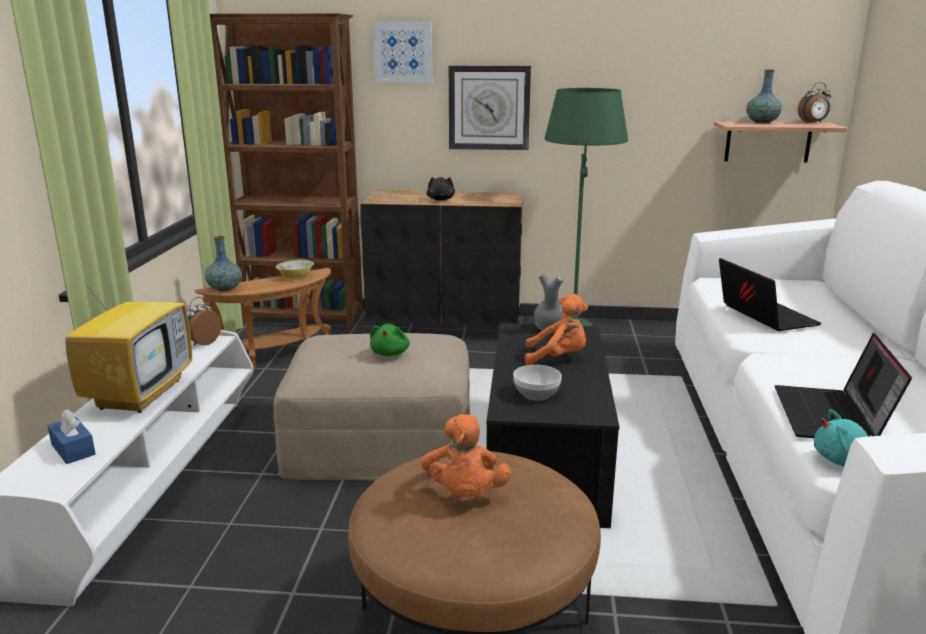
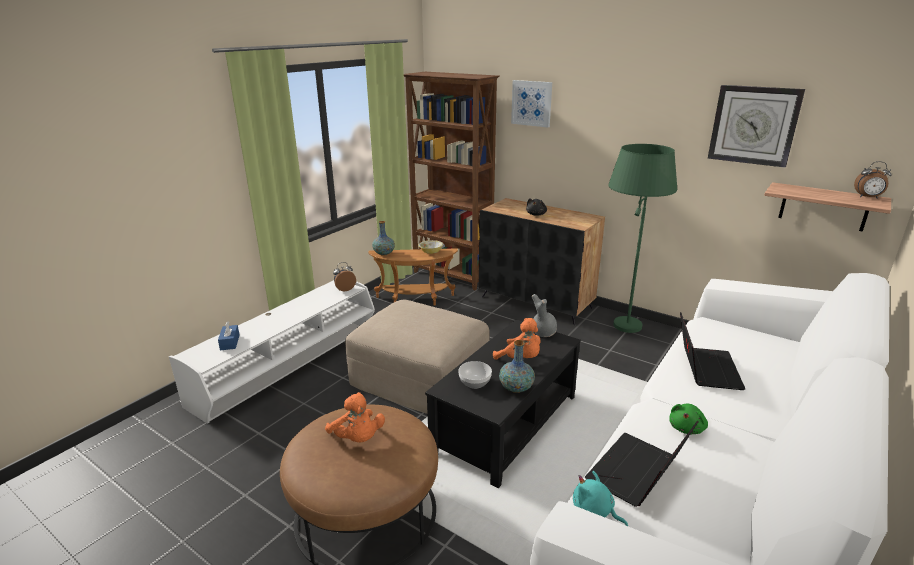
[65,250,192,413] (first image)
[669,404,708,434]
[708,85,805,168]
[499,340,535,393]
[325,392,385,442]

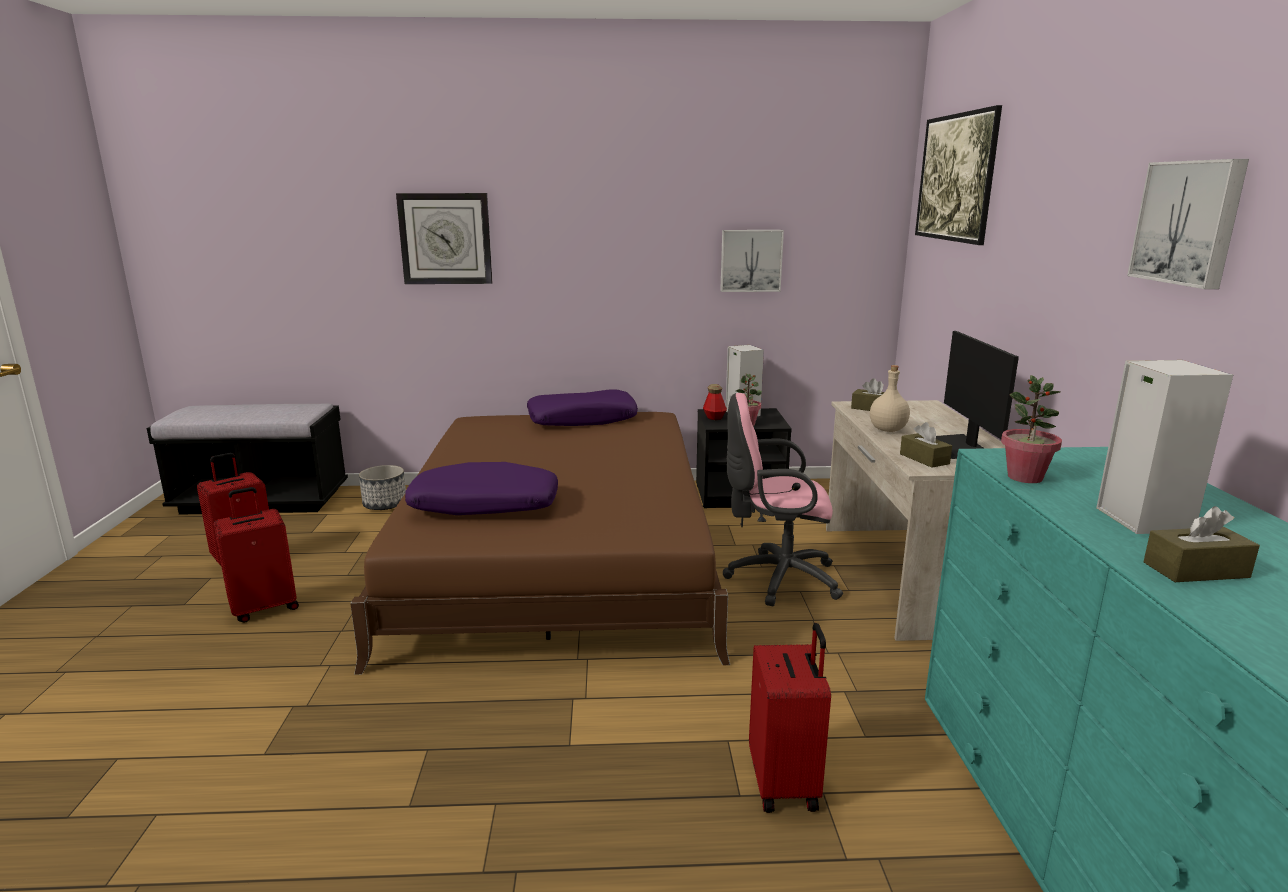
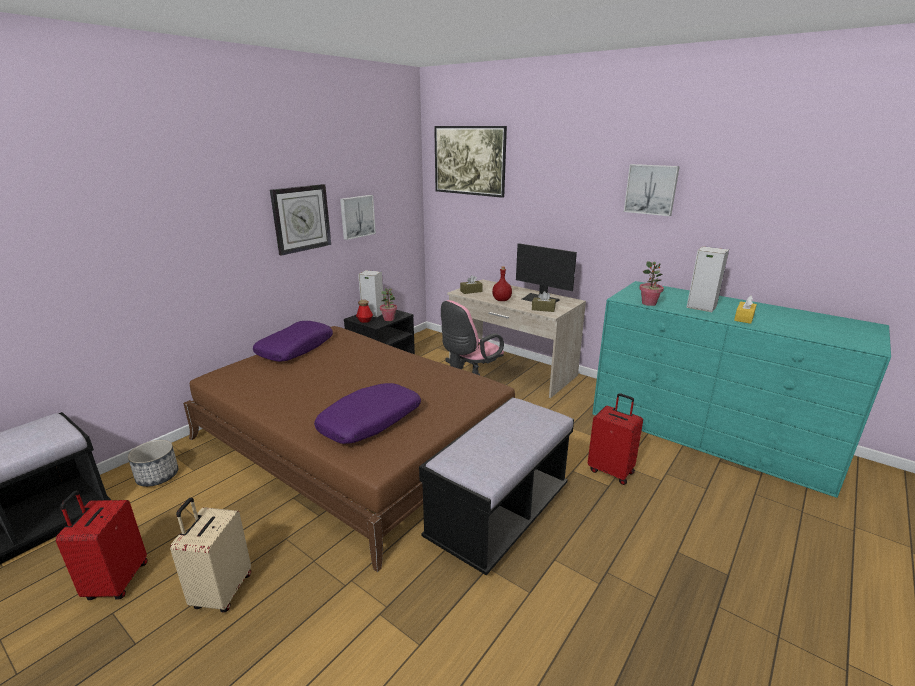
[419,397,574,576]
[270,184,331,256]
[170,498,251,613]
[492,266,512,301]
[734,296,757,324]

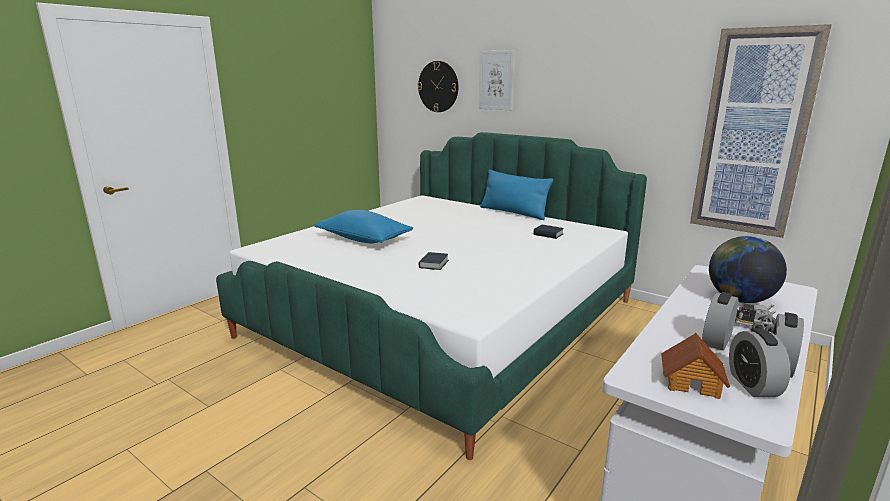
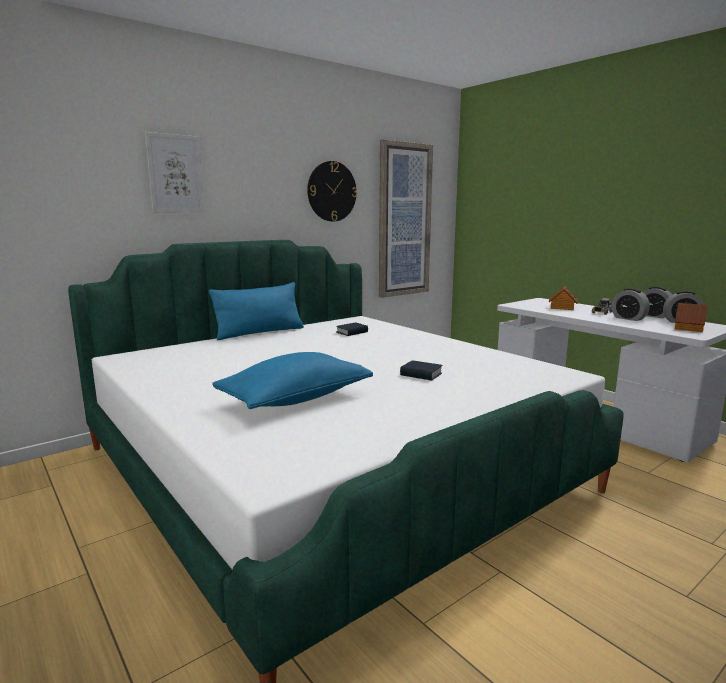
[307,161,357,222]
[549,286,578,310]

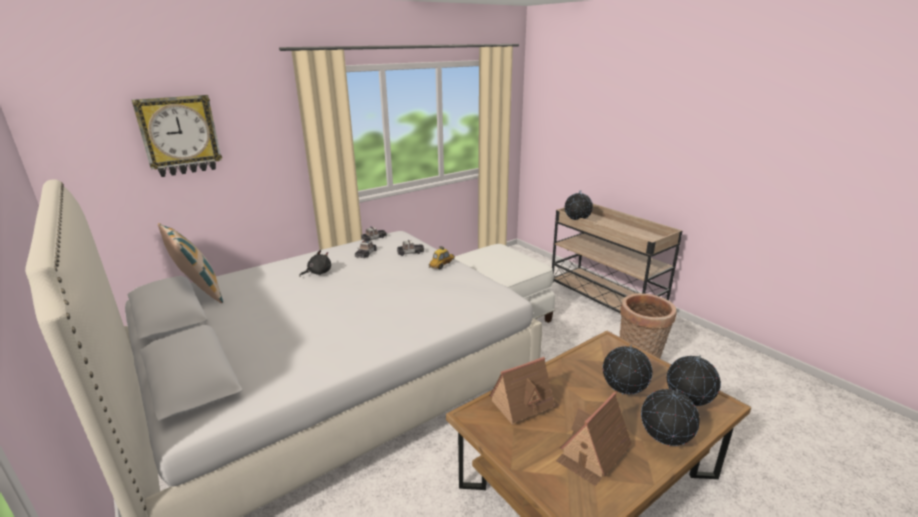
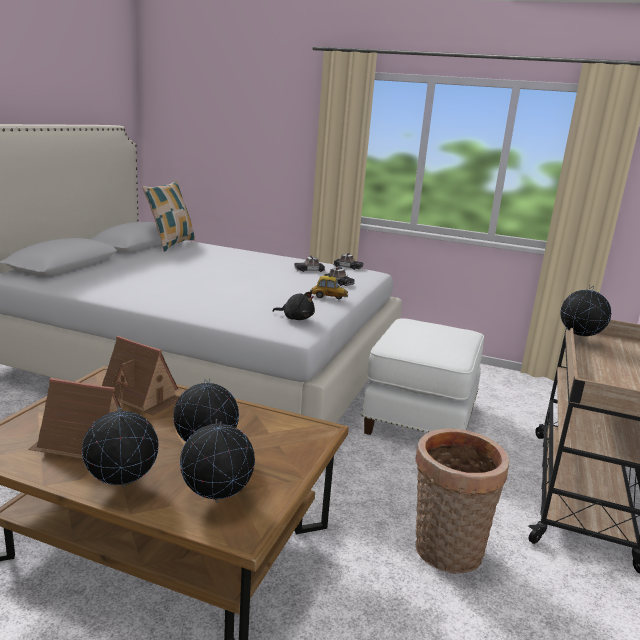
[132,95,222,177] (first image)
[272,291,315,320]

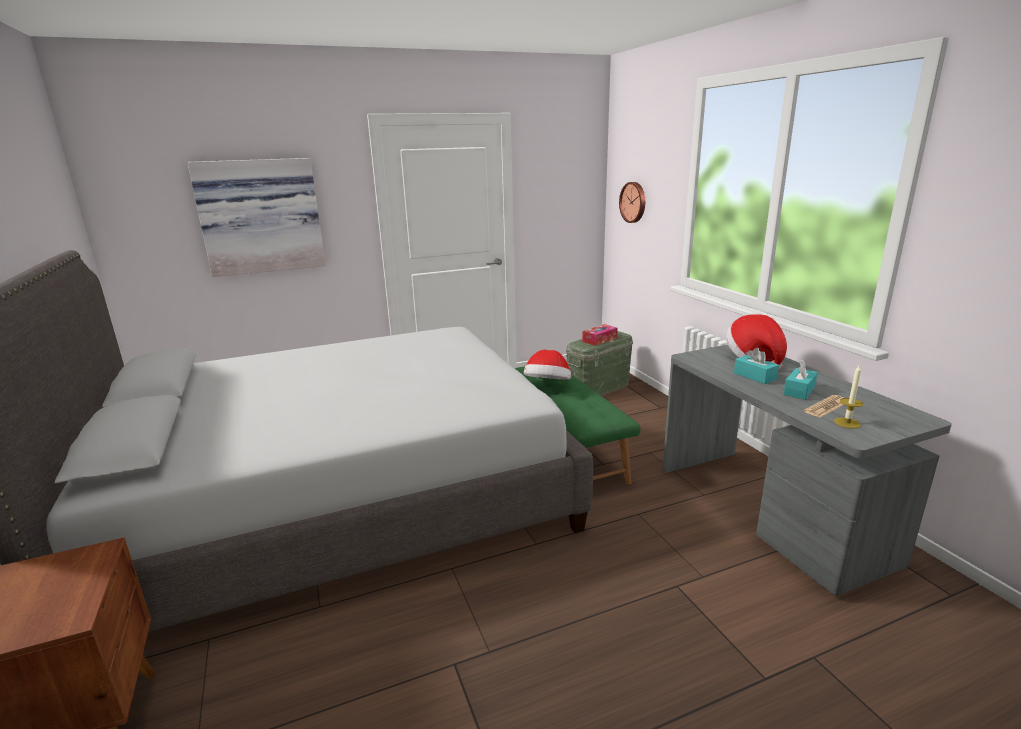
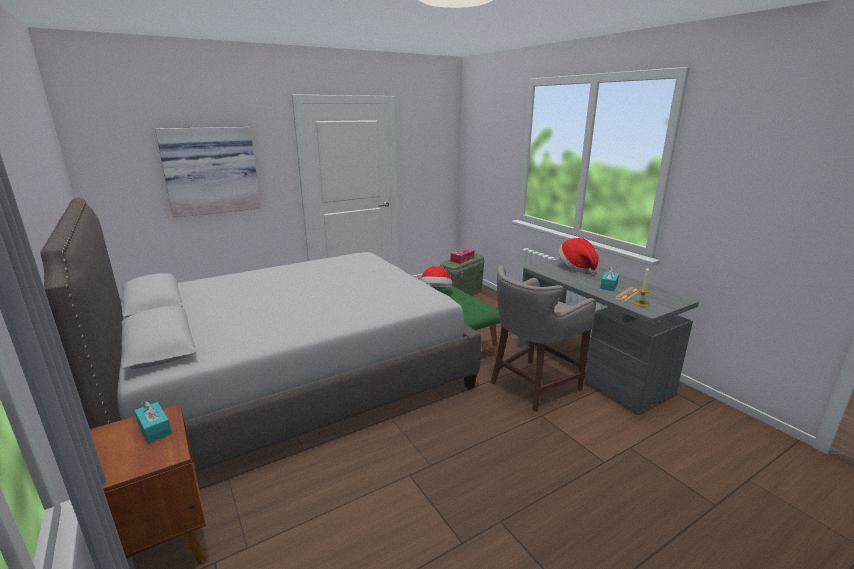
[619,182,645,223] (first image)
[490,265,596,412]
[135,401,172,443]

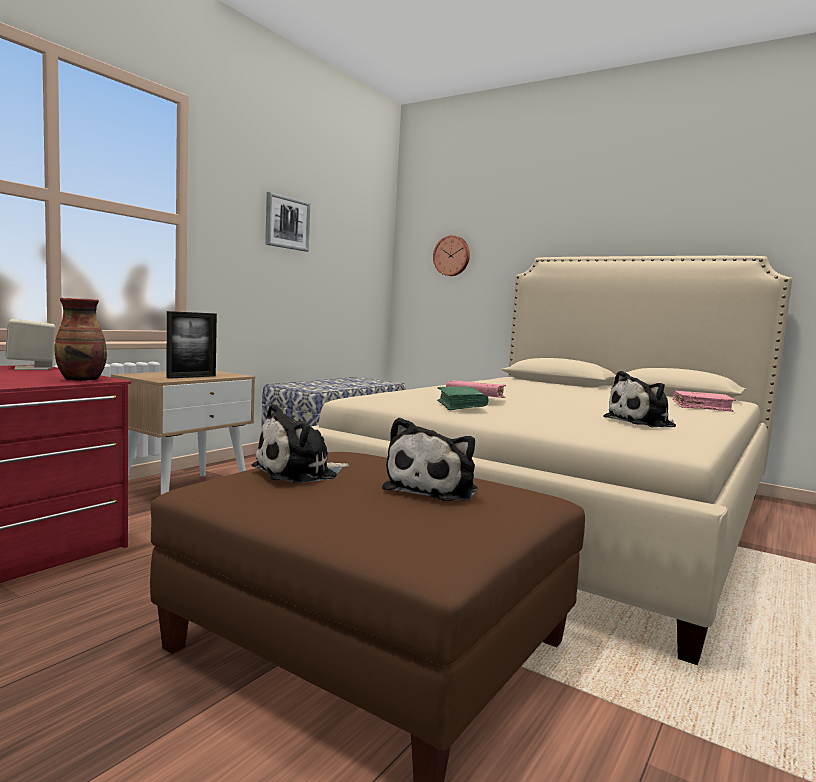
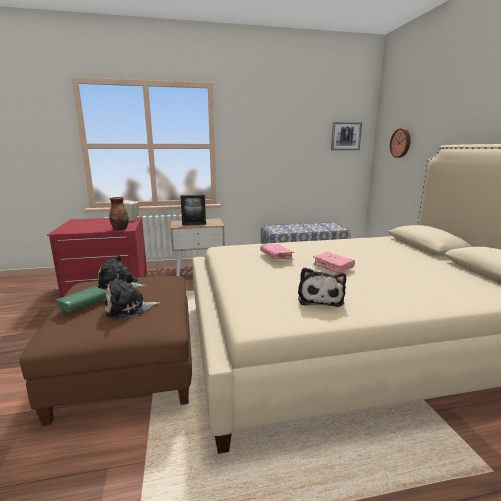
[331,122,362,150]
[55,286,106,312]
[313,252,355,274]
[298,267,346,307]

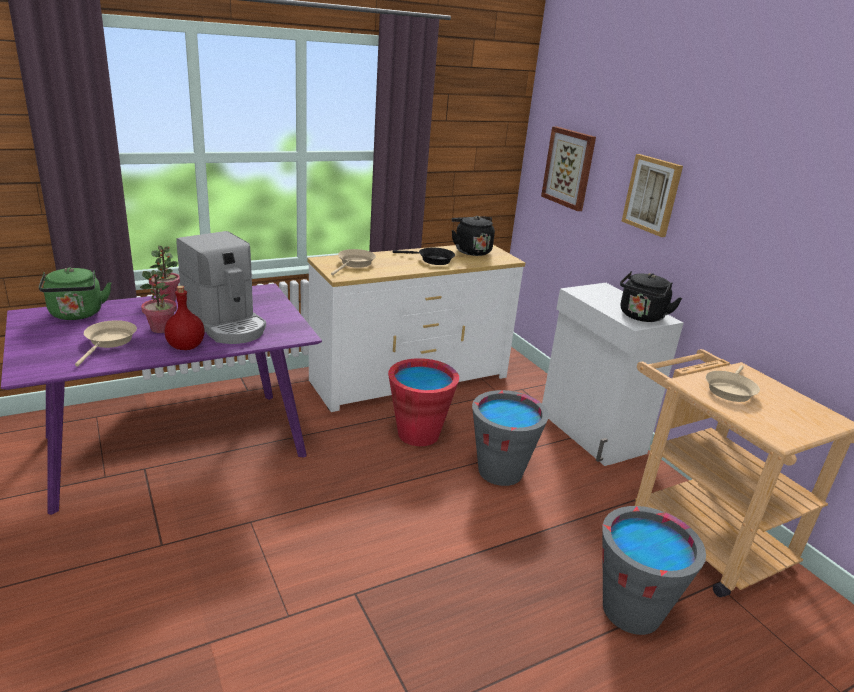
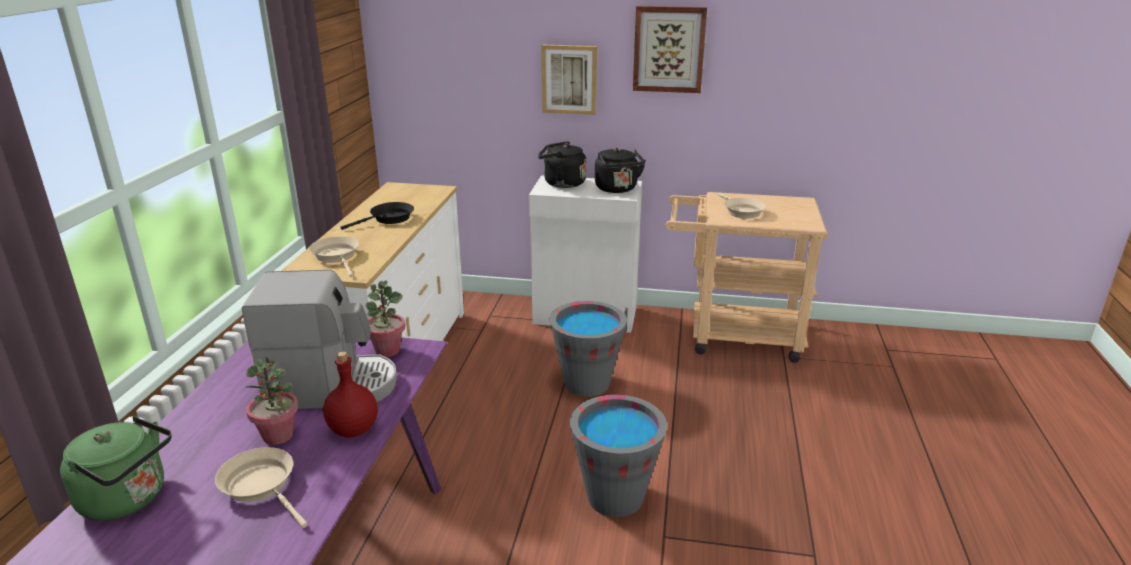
[388,358,459,446] (first image)
[366,281,405,357]
[538,141,586,188]
[633,6,707,93]
[570,395,667,517]

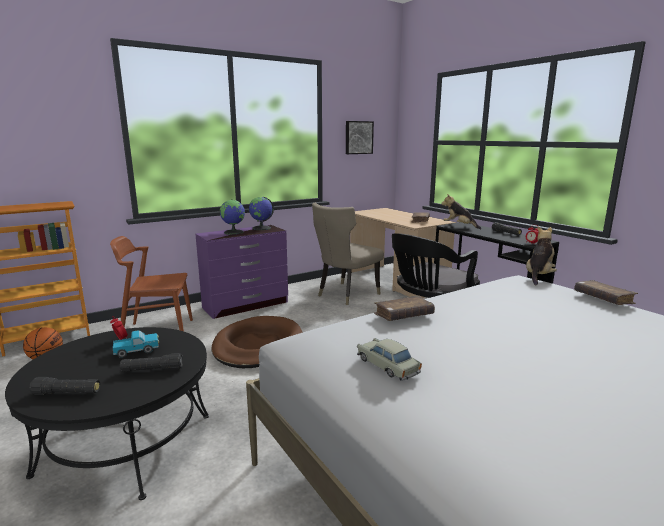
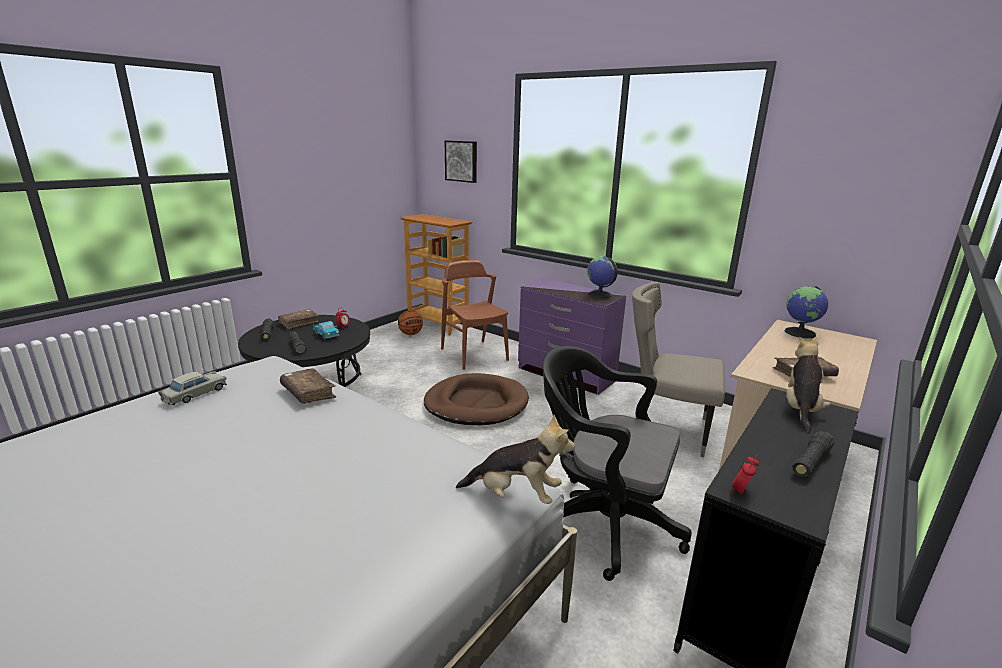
[785,286,828,338]
[445,140,477,183]
[278,309,319,329]

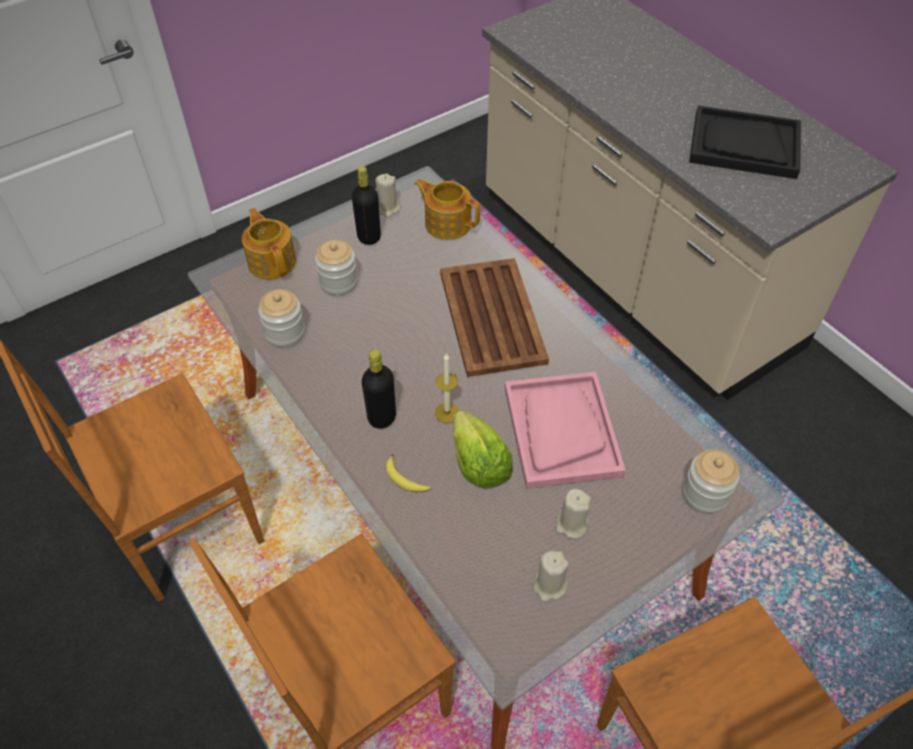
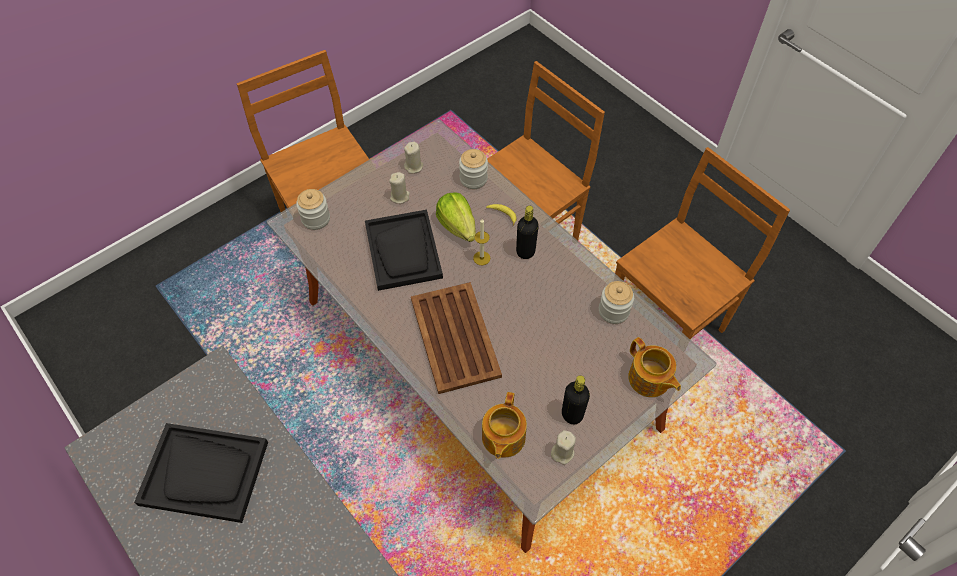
[459,149,488,189]
[365,210,443,291]
[482,392,527,459]

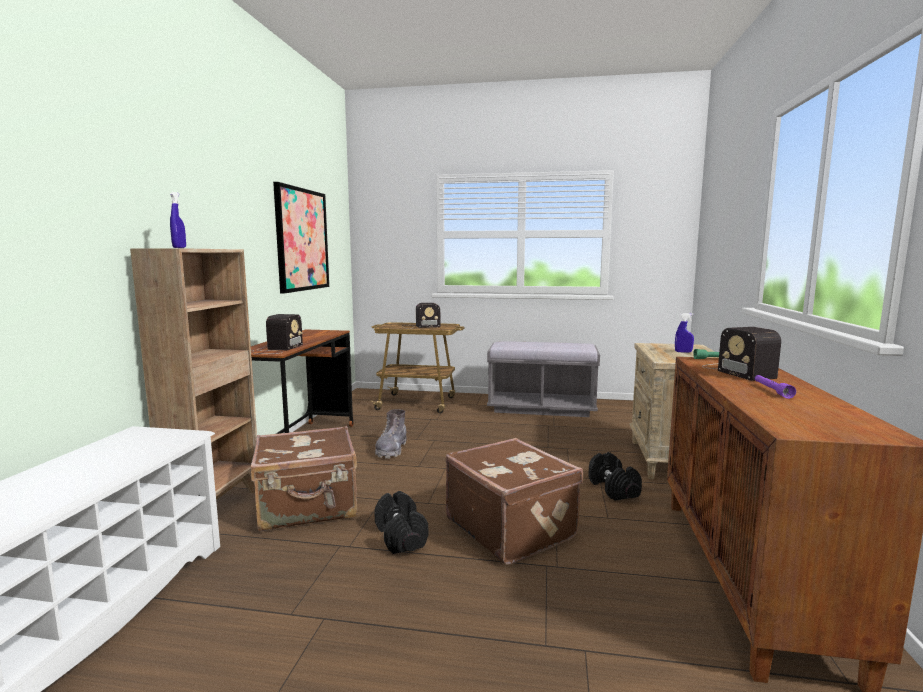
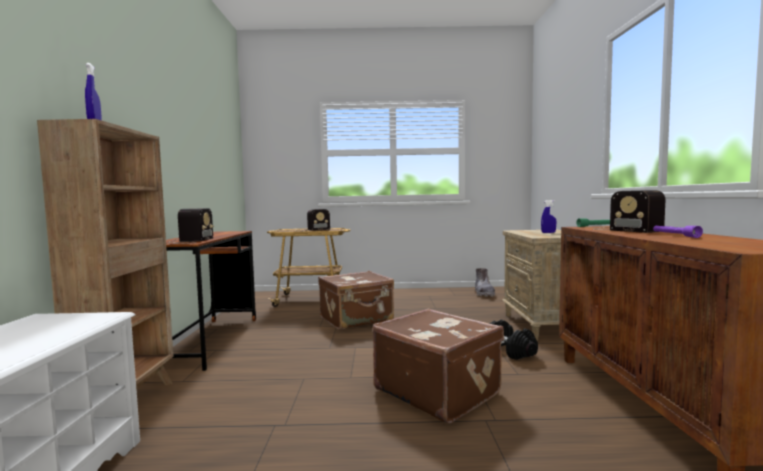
[273,182,329,293] (first image)
[374,491,428,554] (first image)
[487,341,600,417] (first image)
[318,271,394,330]
[475,268,495,297]

